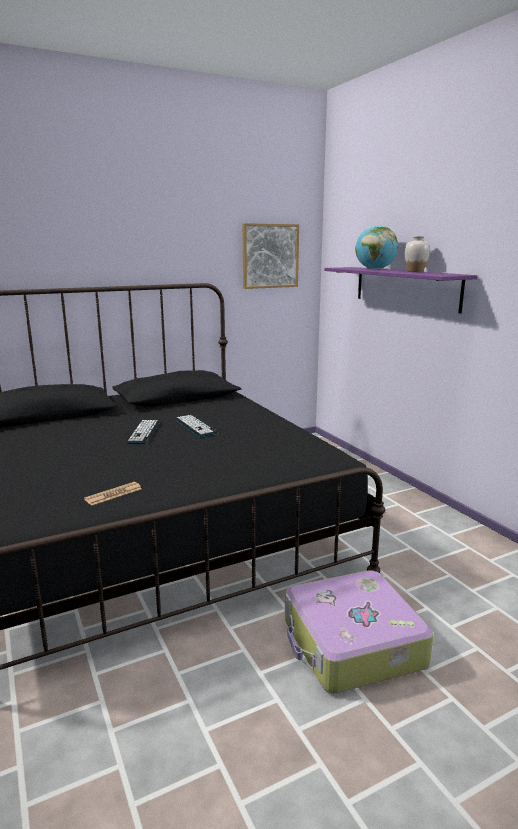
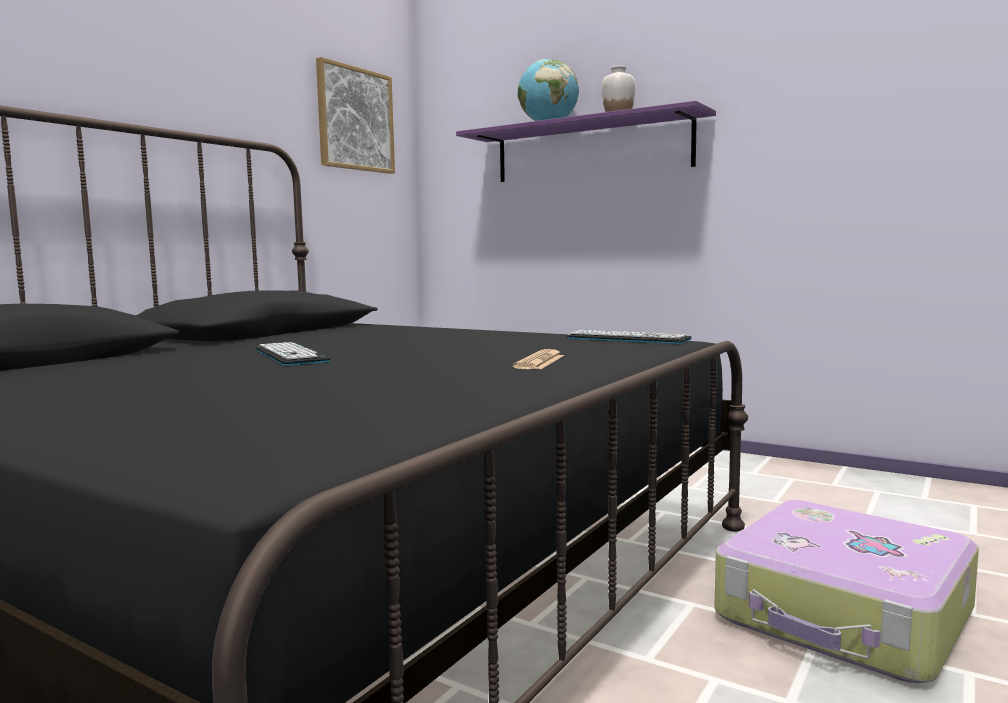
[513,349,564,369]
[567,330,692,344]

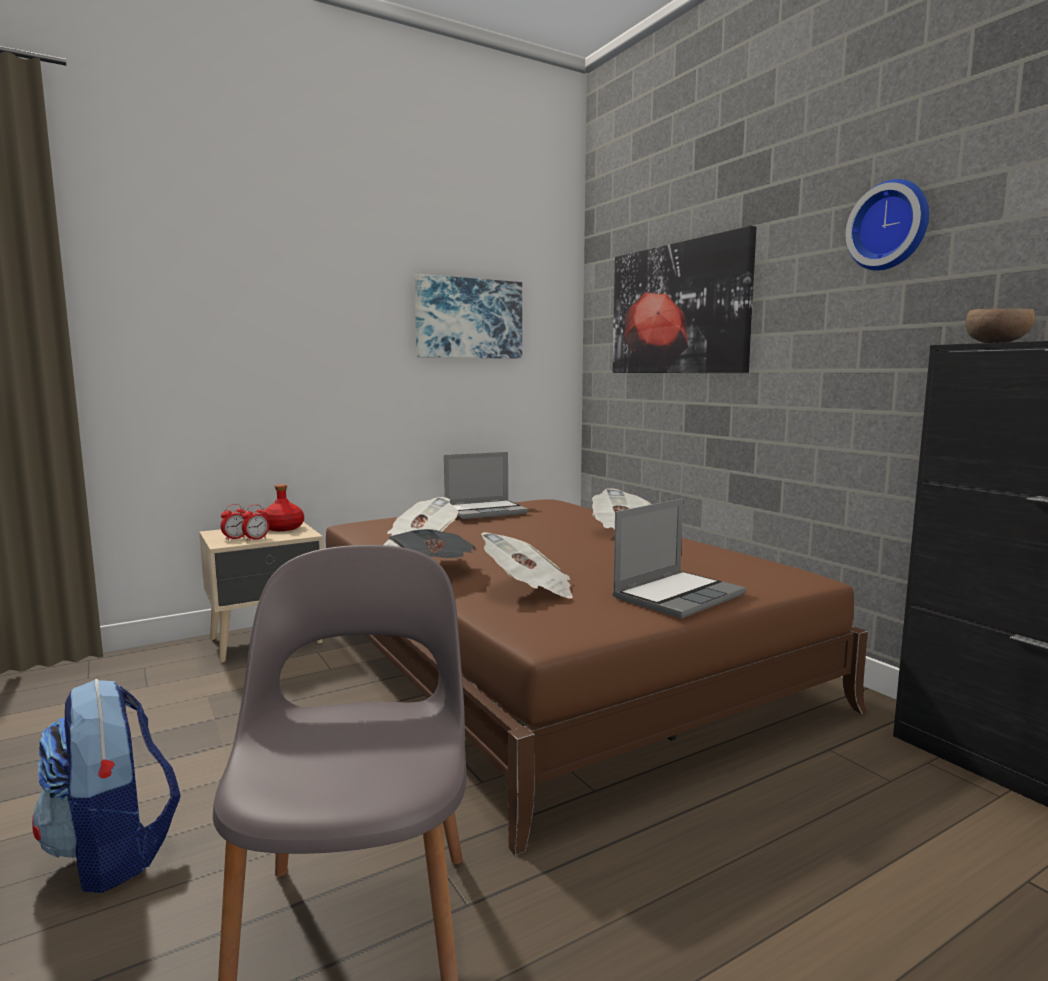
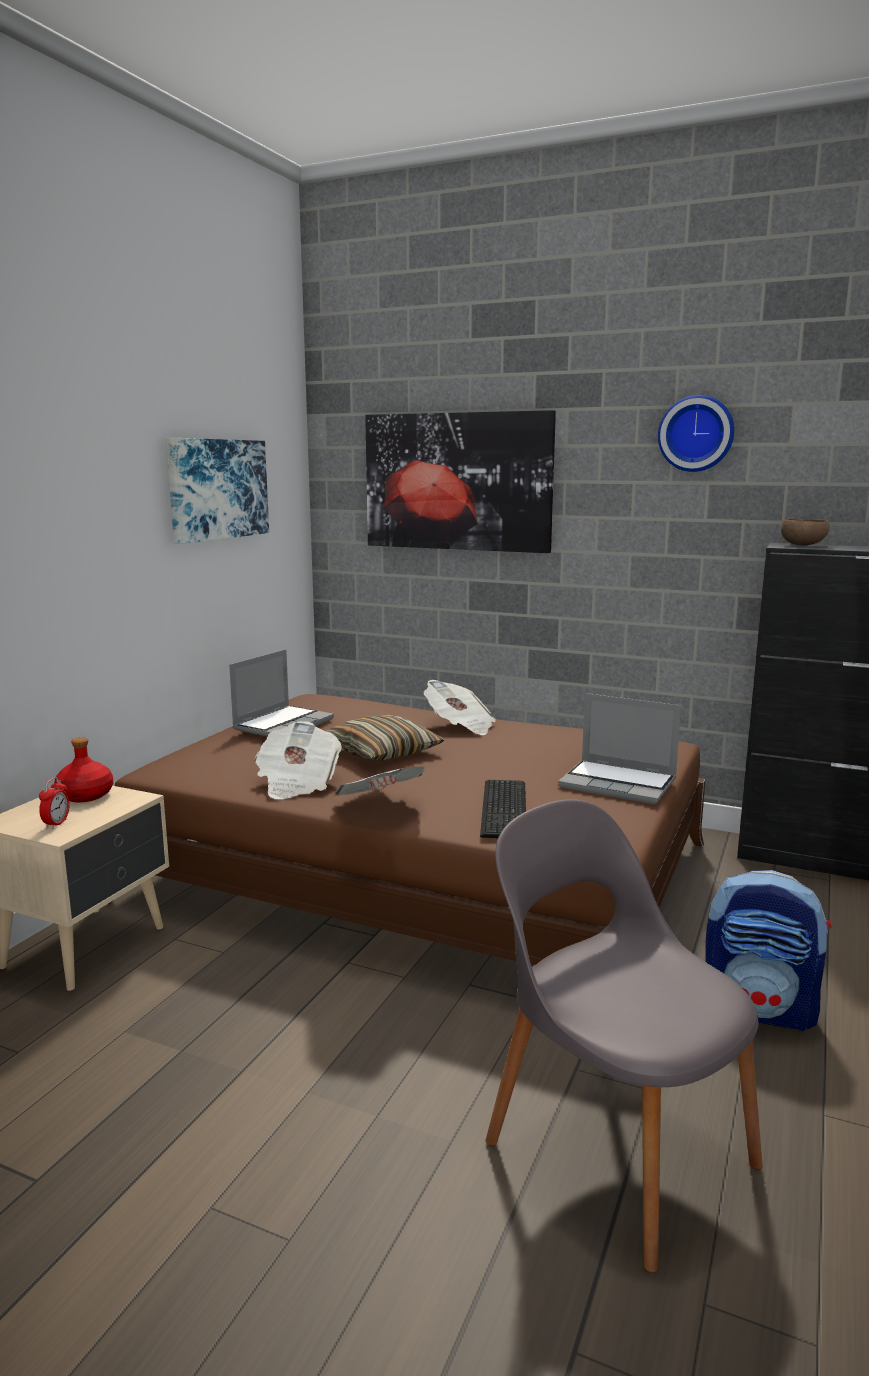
[242,504,269,541] (first image)
[326,715,444,761]
[705,870,832,1032]
[480,780,526,838]
[558,693,681,804]

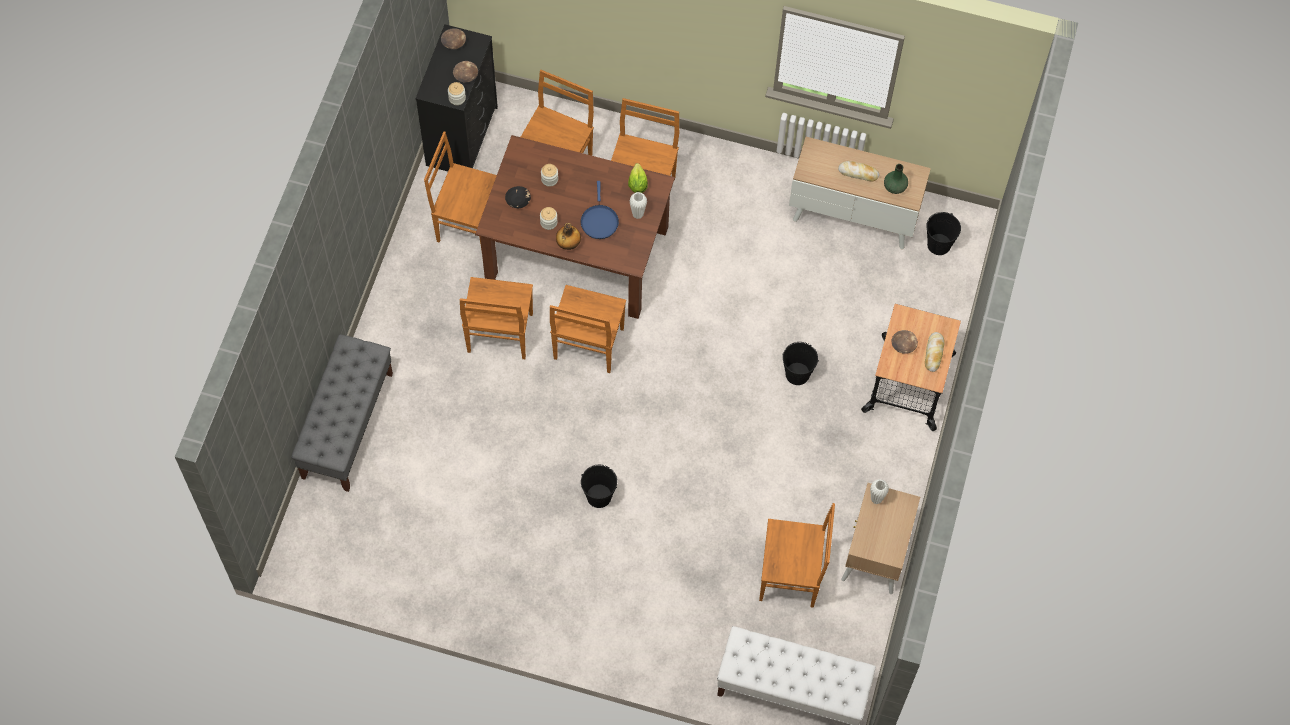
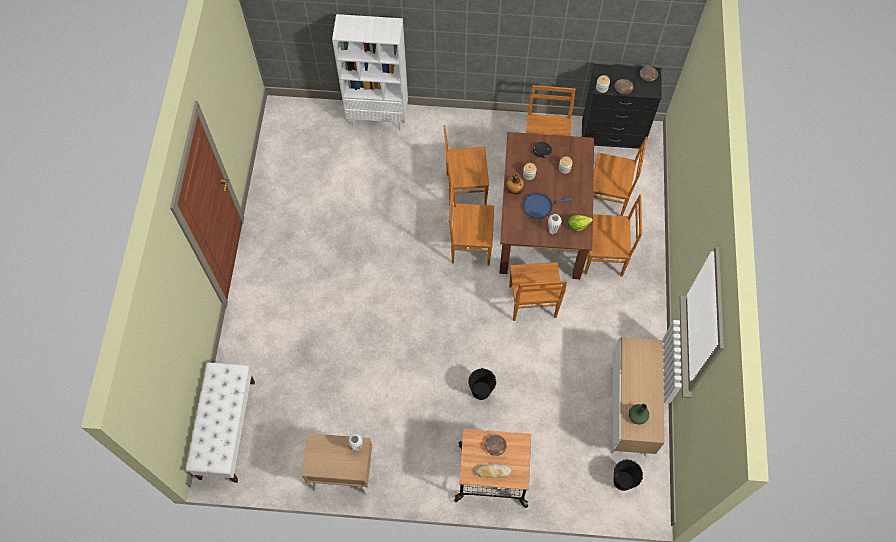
[581,465,617,508] (first image)
[838,161,880,181] (first image)
[509,262,567,321]
[332,14,408,129]

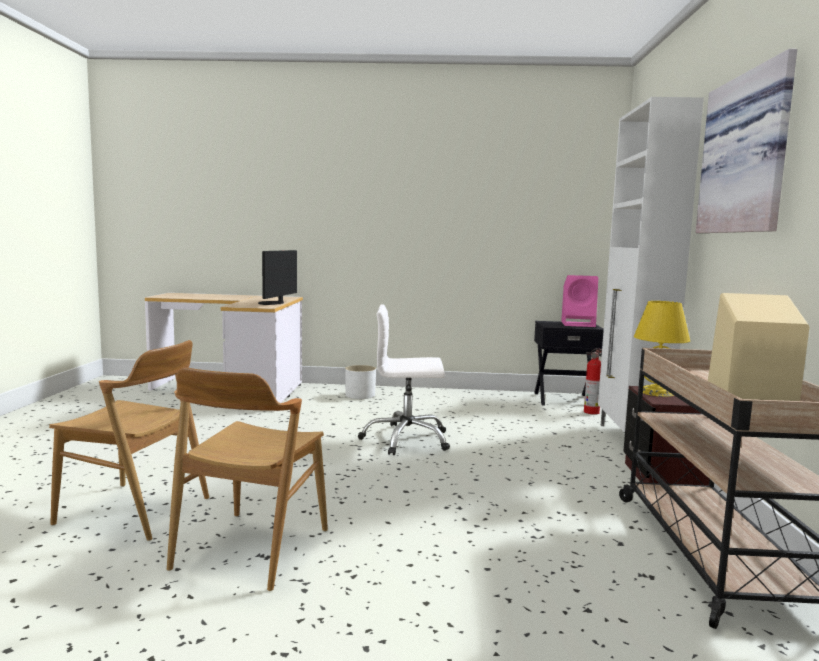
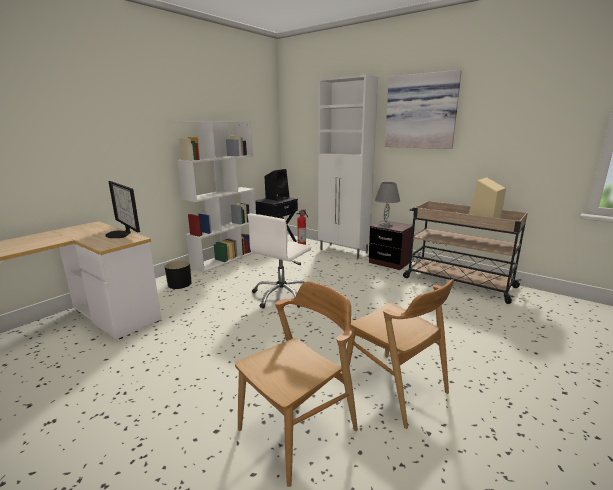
[173,121,256,273]
[165,260,192,289]
[265,169,290,201]
[375,182,400,228]

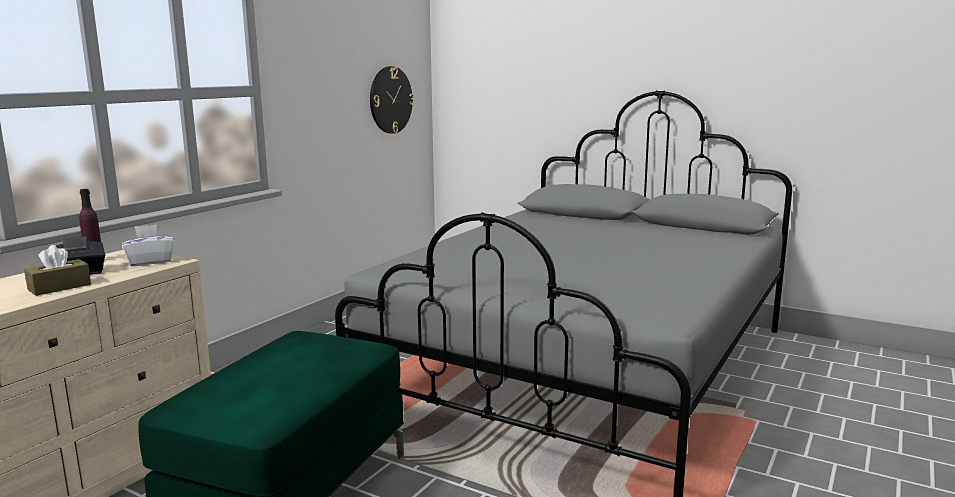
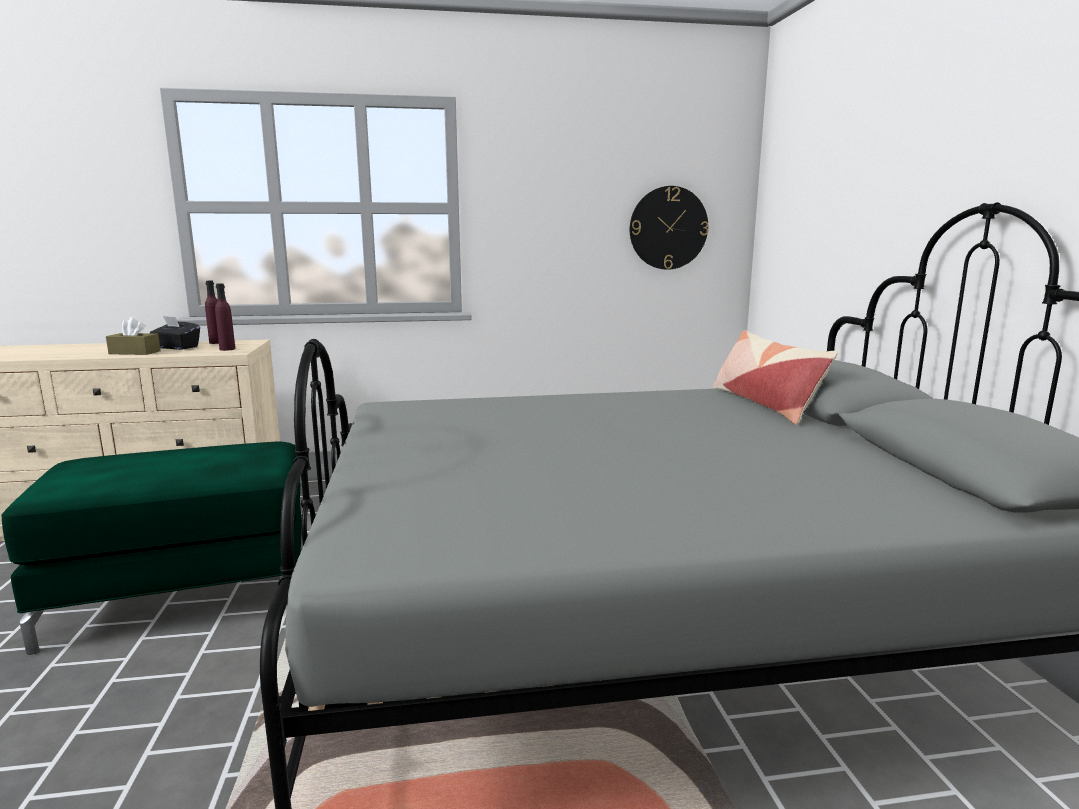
[713,330,838,425]
[215,283,235,351]

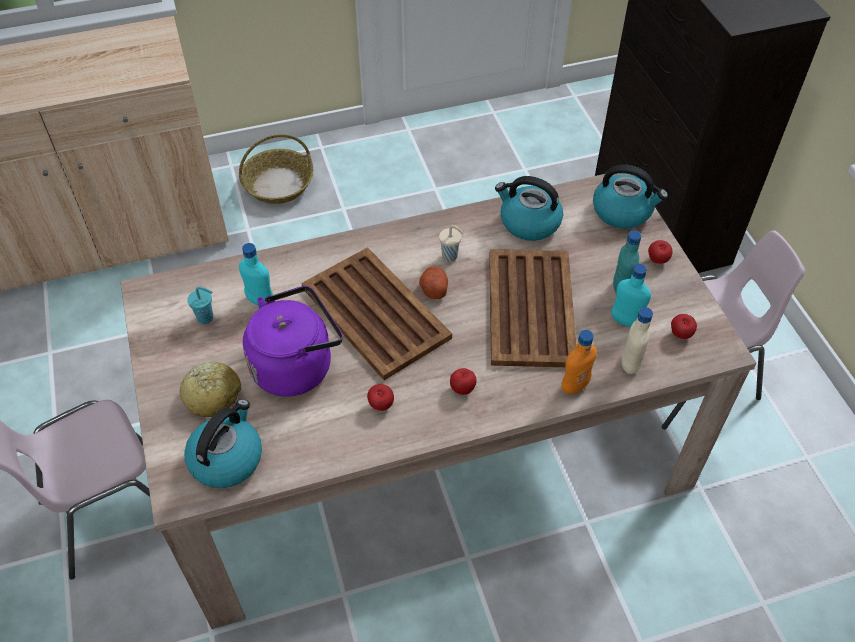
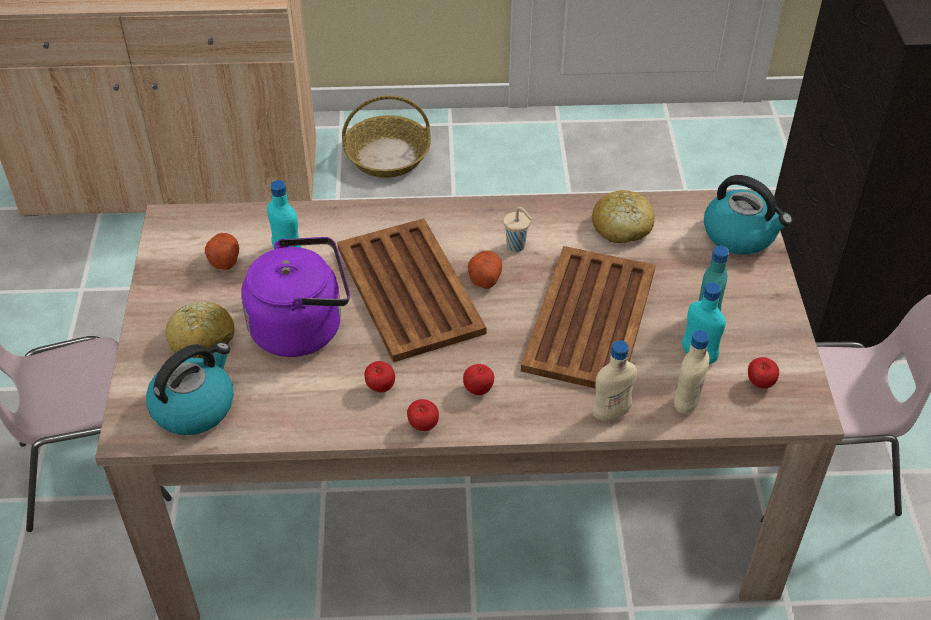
[407,399,439,431]
[205,233,239,270]
[592,190,655,243]
[592,340,637,421]

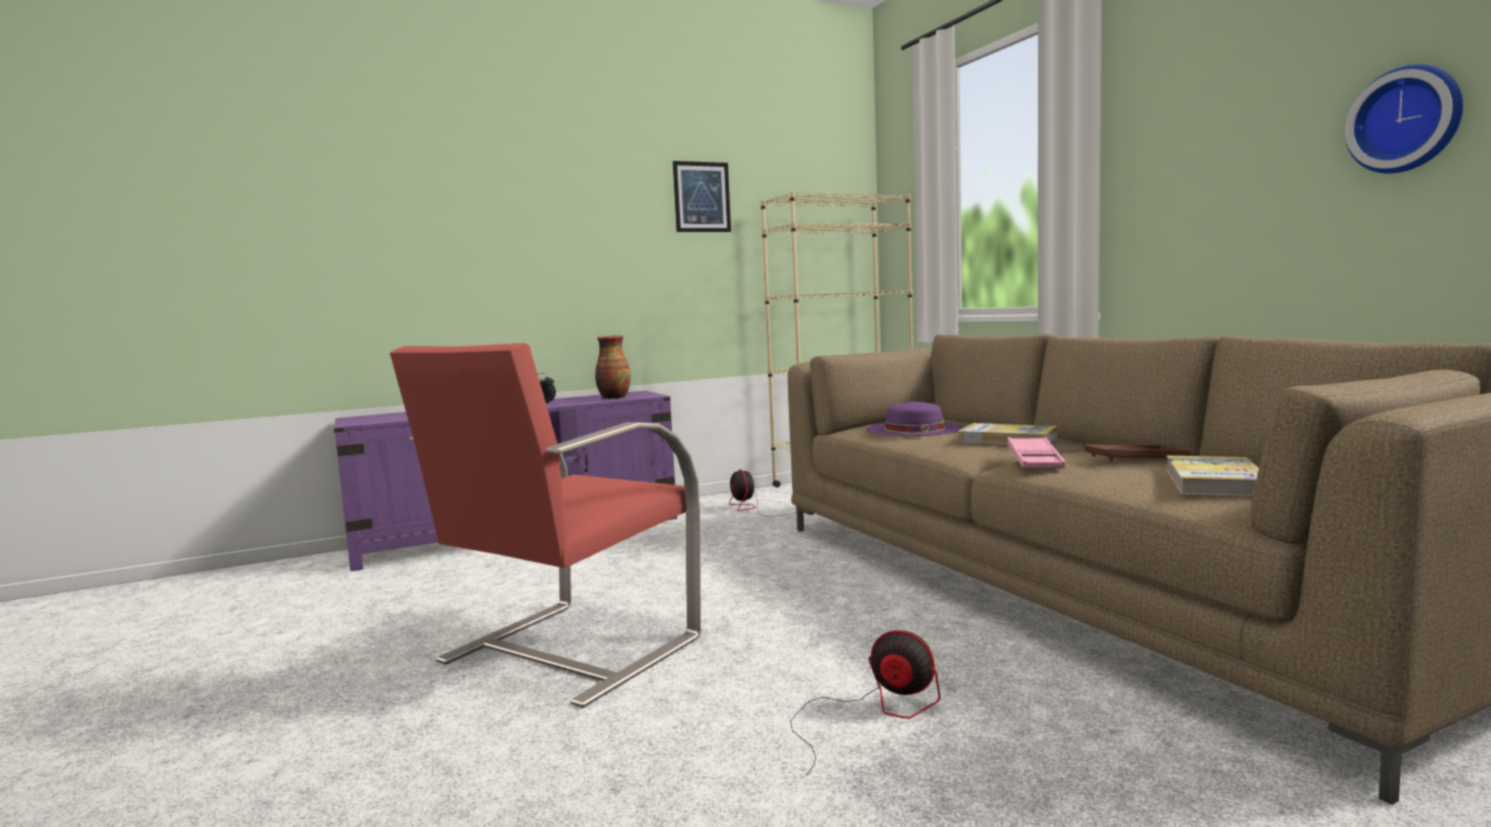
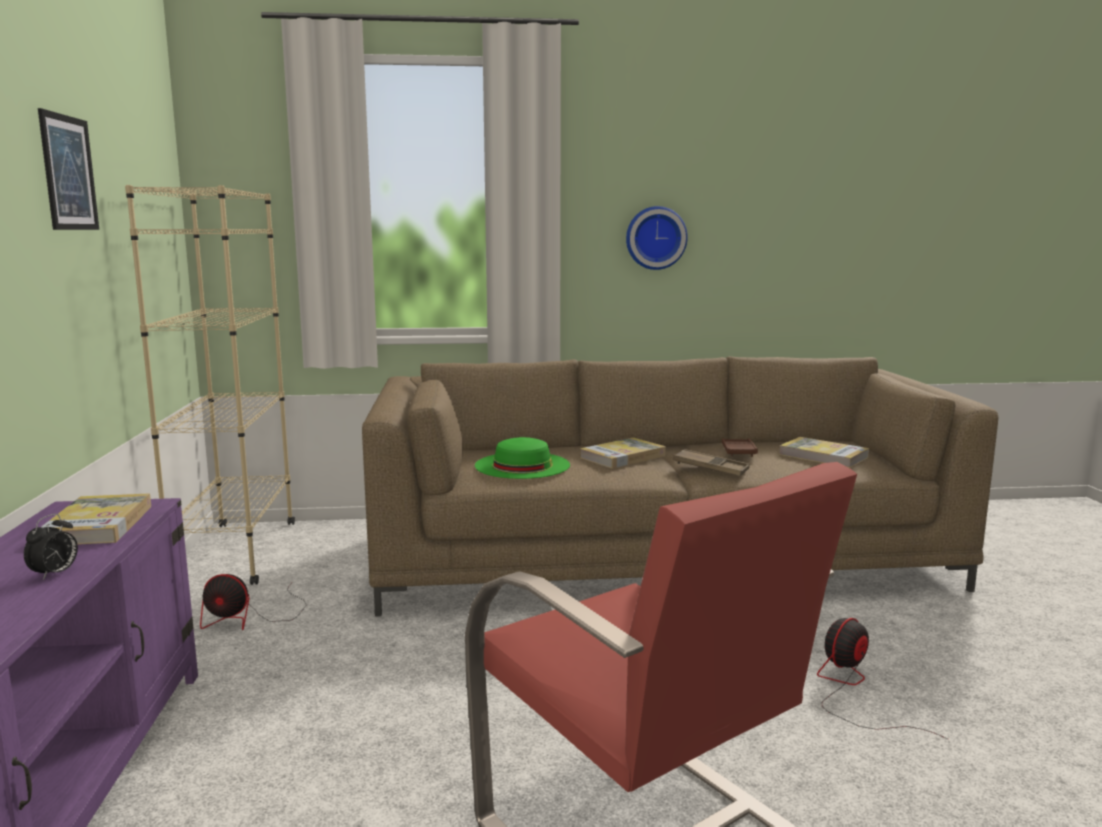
[626,206,688,270]
[41,493,151,545]
[475,437,570,479]
[673,449,750,476]

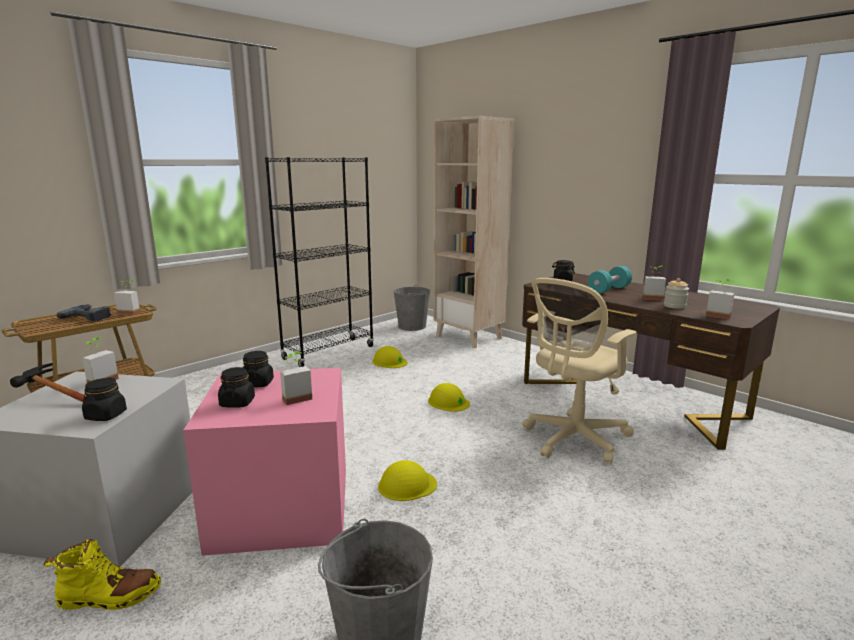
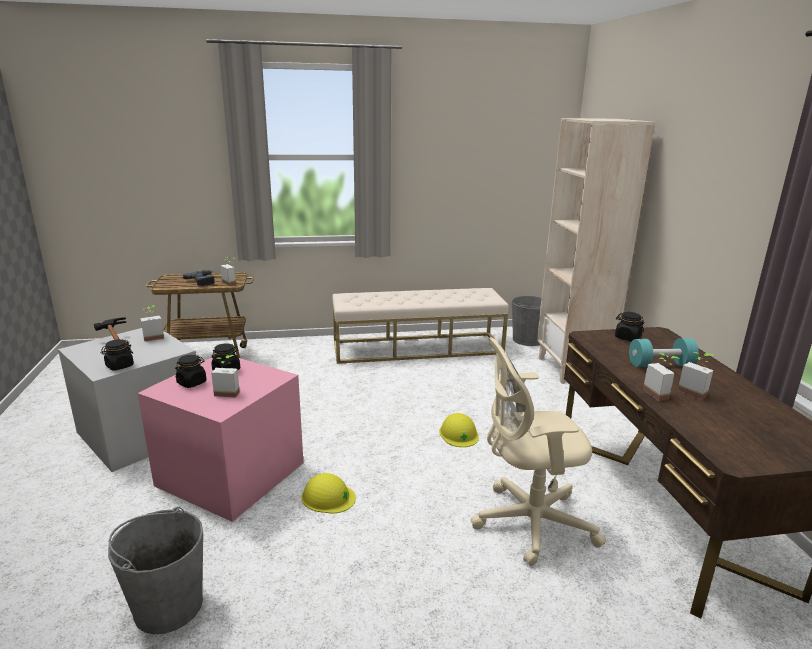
[43,539,161,610] (first image)
[372,346,408,368] (first image)
[664,278,689,309] (first image)
[643,353,679,401]
[332,288,509,364]

